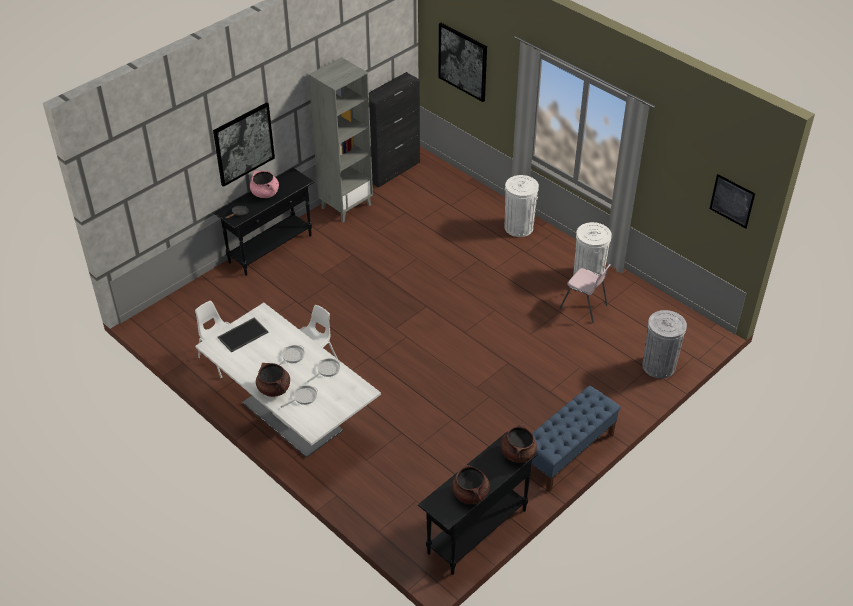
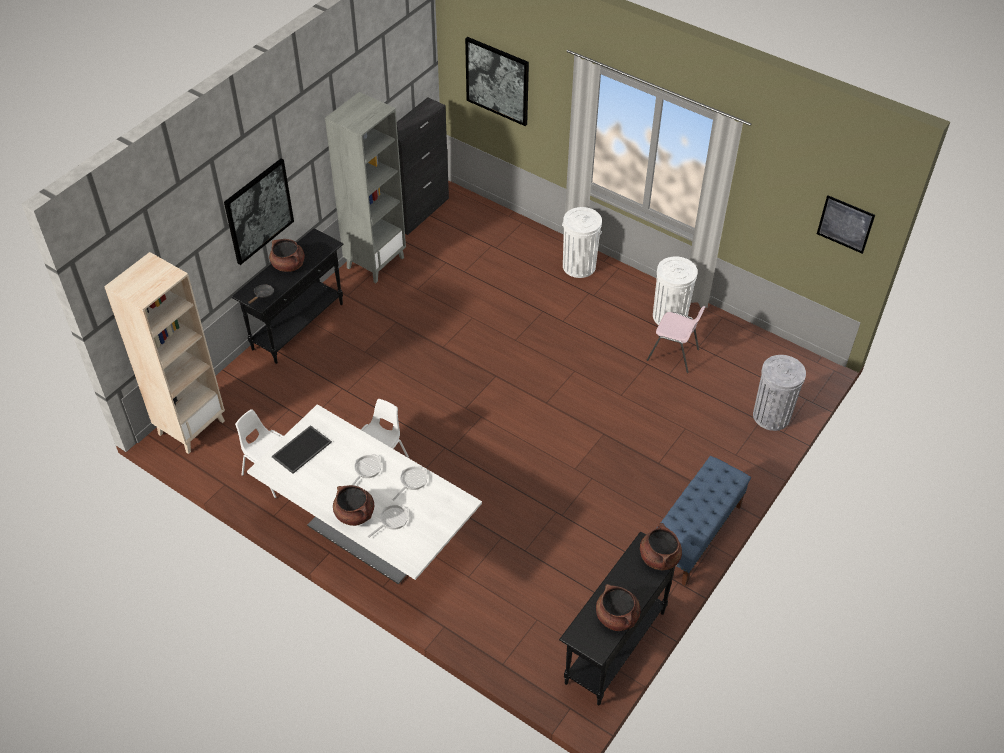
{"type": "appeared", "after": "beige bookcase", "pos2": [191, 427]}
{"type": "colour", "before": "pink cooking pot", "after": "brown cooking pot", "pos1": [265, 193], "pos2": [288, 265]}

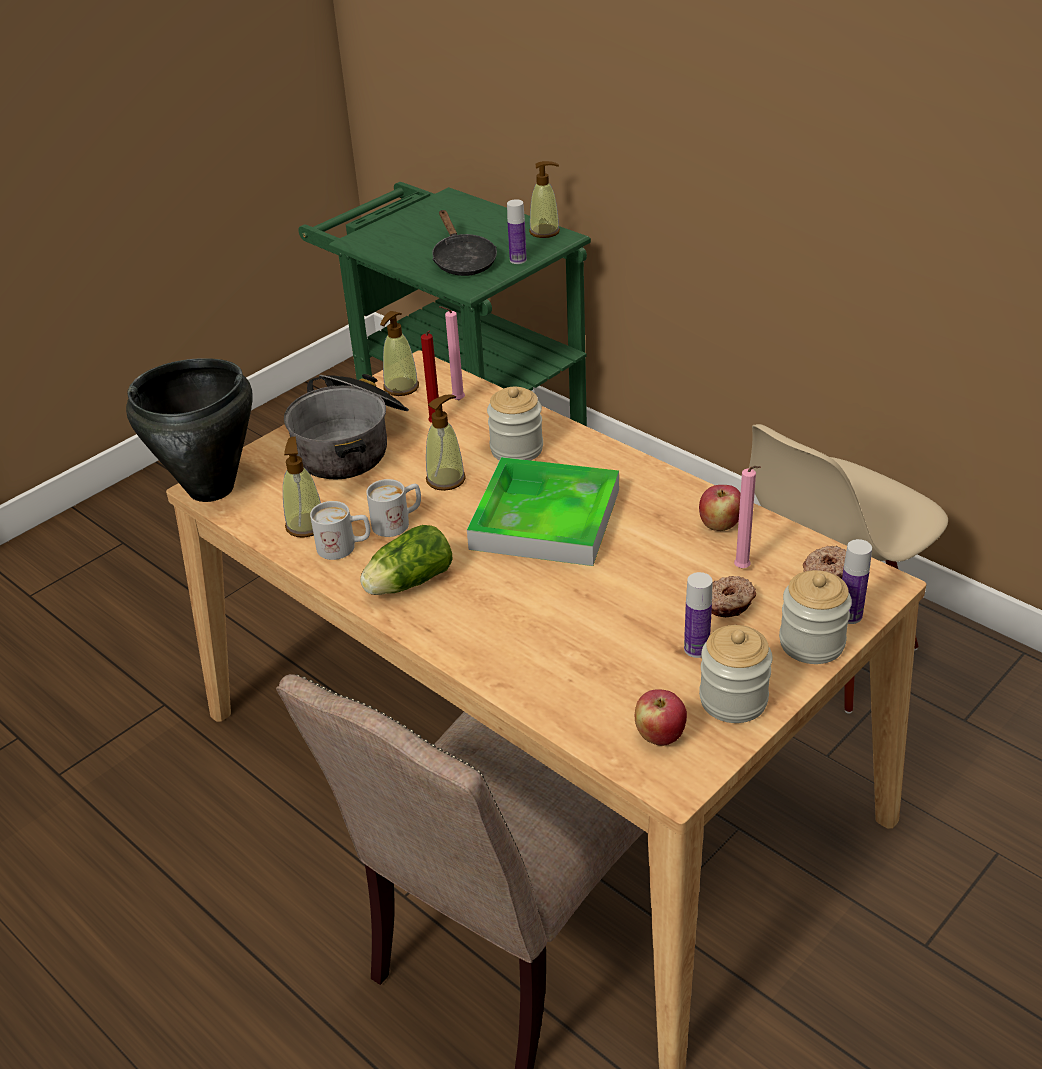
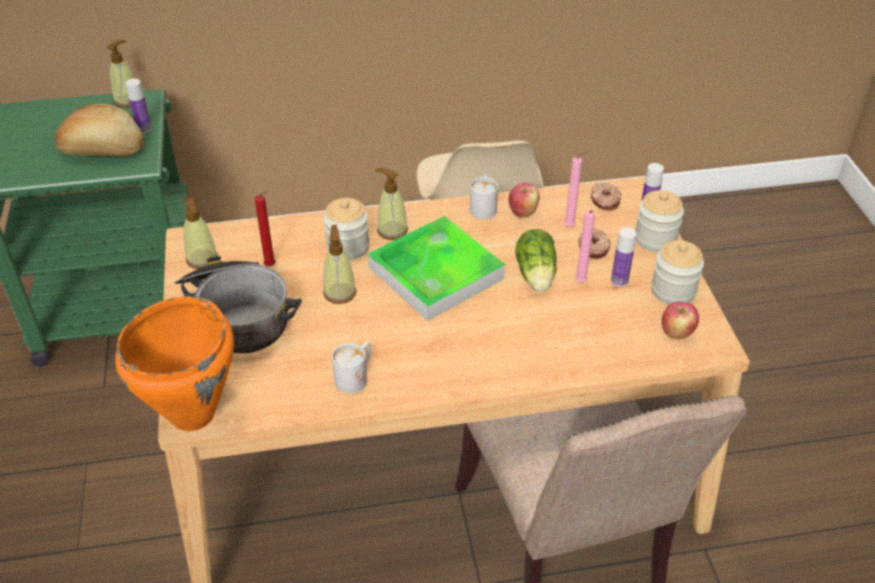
{"type": "exchanged", "before": "black frying pan", "after": "bread", "pos1": [462, 261], "pos2": [103, 150]}
{"type": "colour", "before": "black cooking pot", "after": "orange cooking pot", "pos1": [211, 489], "pos2": [194, 414]}
{"type": "relocated", "before": "soap dispenser", "pos1": [306, 525], "pos2": [392, 230]}
{"type": "relocated", "before": "white mug", "pos1": [398, 522], "pos2": [483, 207]}
{"type": "relocated", "before": "lettuce", "pos1": [406, 583], "pos2": [536, 276]}
{"type": "relocated", "before": "pink candle", "pos1": [456, 401], "pos2": [580, 283]}

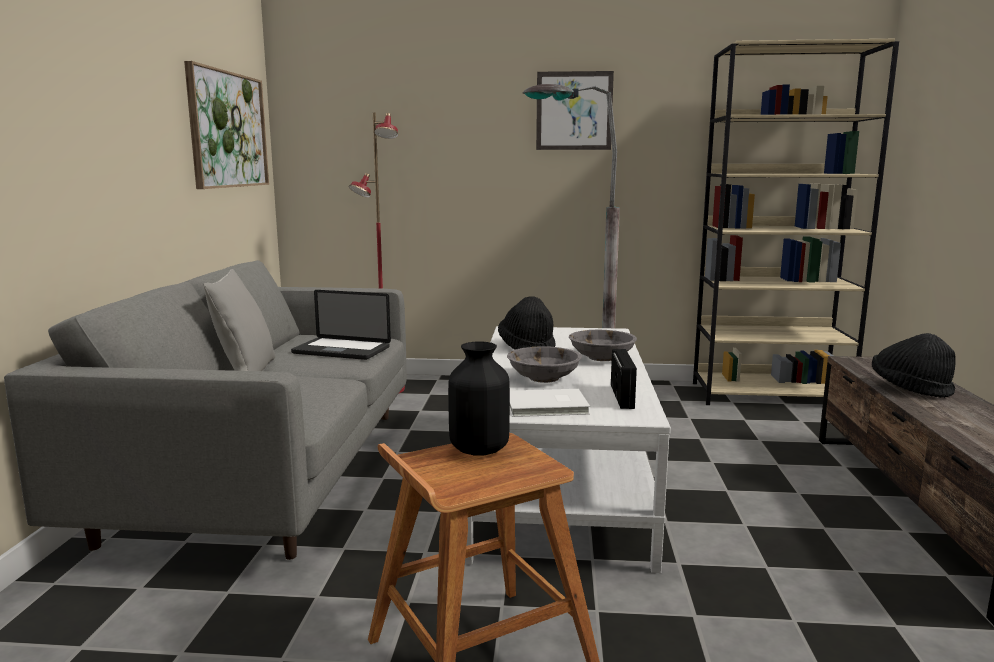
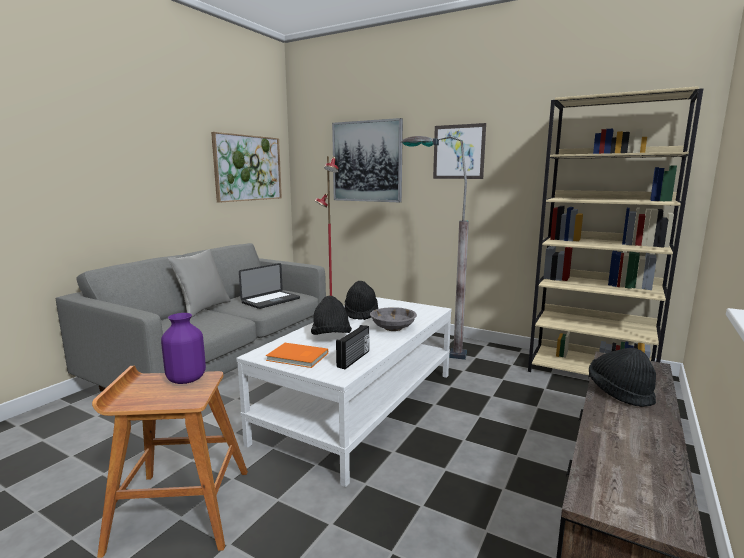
{"type": "colour", "before": "black vase", "after": "purple vase", "pos1": [478, 449], "pos2": [186, 379]}
{"type": "spun", "before": "laptop", "pos1": [341, 350], "pos2": [271, 301], "turn": -90}
{"type": "colour", "before": "white book", "after": "orange book", "pos1": [548, 406], "pos2": [297, 357]}
{"type": "exchanged", "before": "grey bowl", "after": "black hat", "pos1": [543, 378], "pos2": [331, 337]}
{"type": "appeared", "after": "picture", "pos2": [367, 161]}

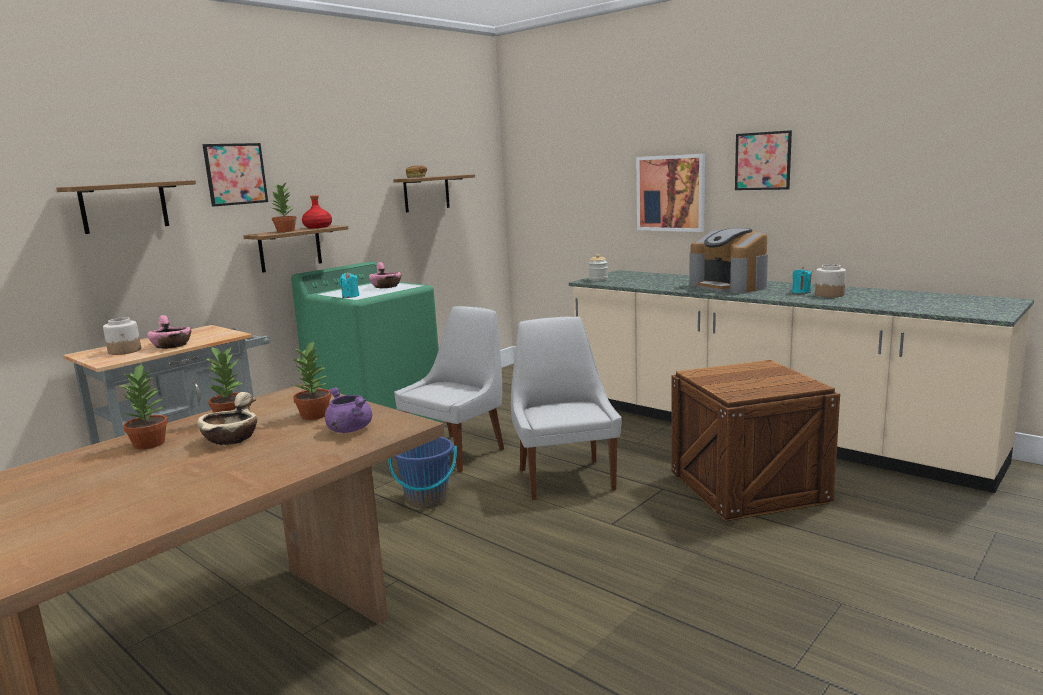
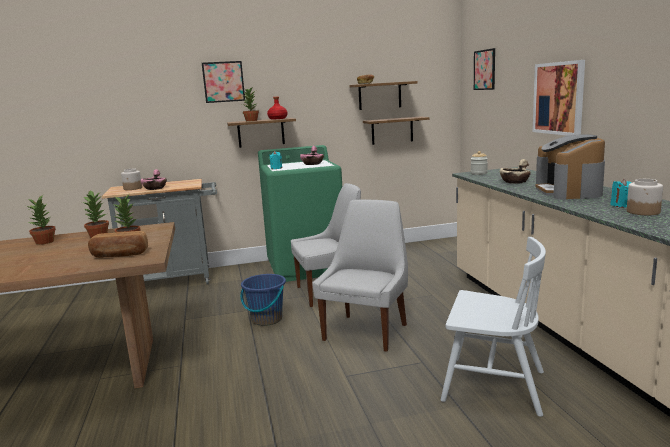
{"type": "exchanged", "before": "purple cooking pot", "after": "bread", "pos1": [349, 429], "pos2": [120, 255]}
{"type": "relocated", "before": "shelf", "pos1": [124, 207], "pos2": [392, 130]}
{"type": "exchanged", "before": "crate", "after": "white chair", "pos1": [748, 488], "pos2": [492, 385]}
{"type": "relocated", "before": "picture", "pos1": [762, 161], "pos2": [484, 70]}
{"type": "relocated", "before": "beige bowl", "pos1": [231, 438], "pos2": [515, 182]}

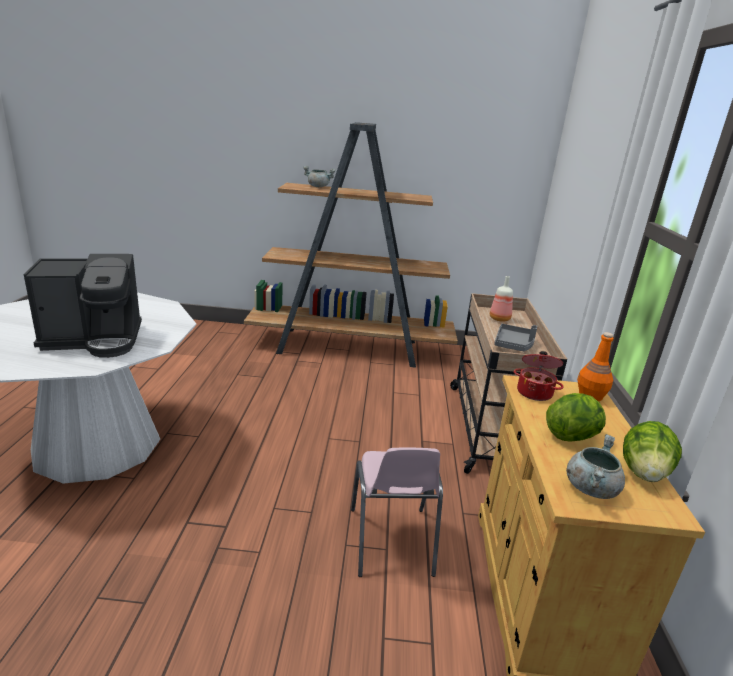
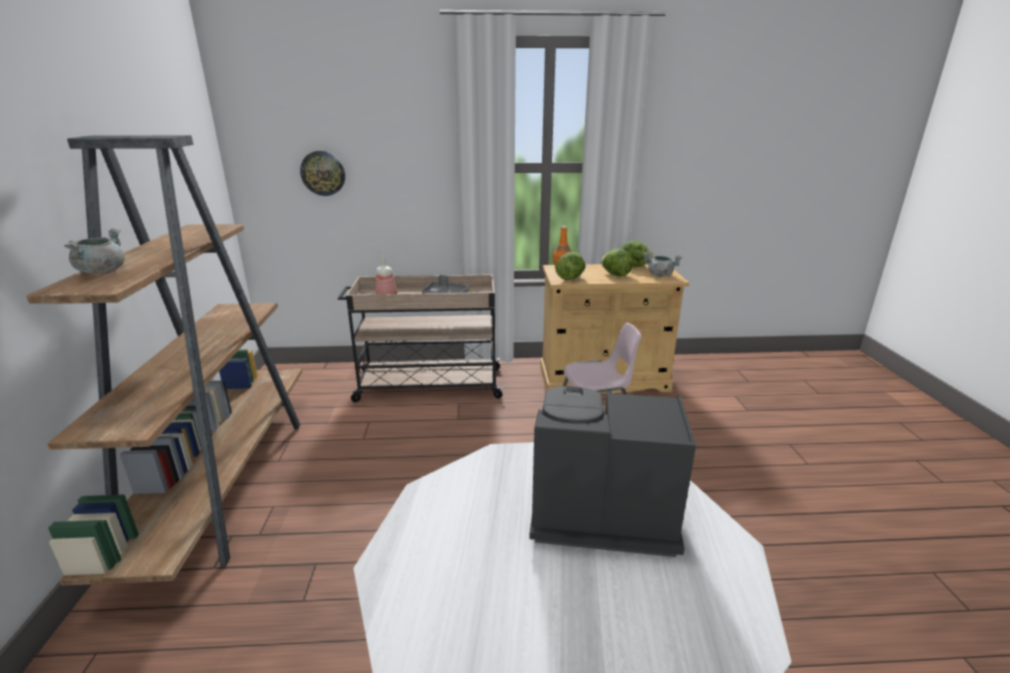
{"type": "appeared", "after": "wall clock", "pos2": [323, 173]}
{"type": "spun", "before": "coffee machine", "pos1": [95, 340], "pos2": [597, 513], "turn": -60}
{"type": "exchanged", "before": "cooking pot", "after": "lettuce", "pos1": [535, 392], "pos2": [570, 278]}

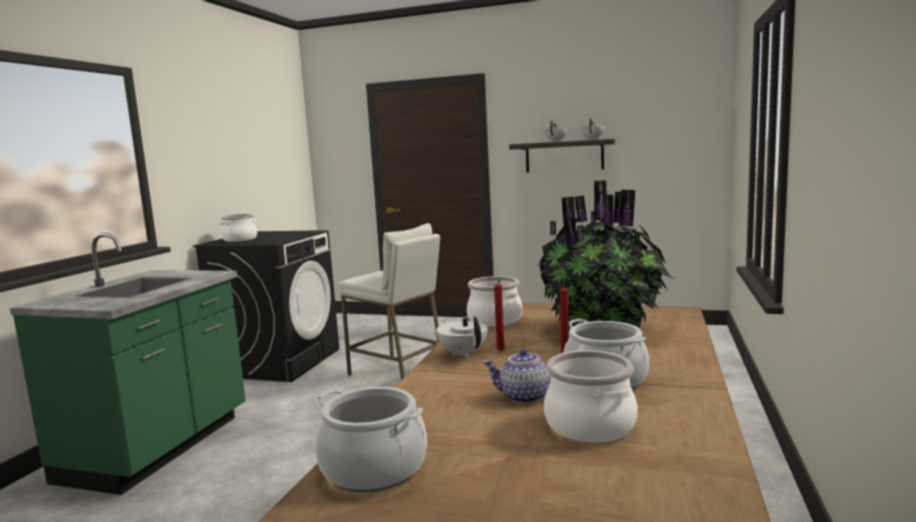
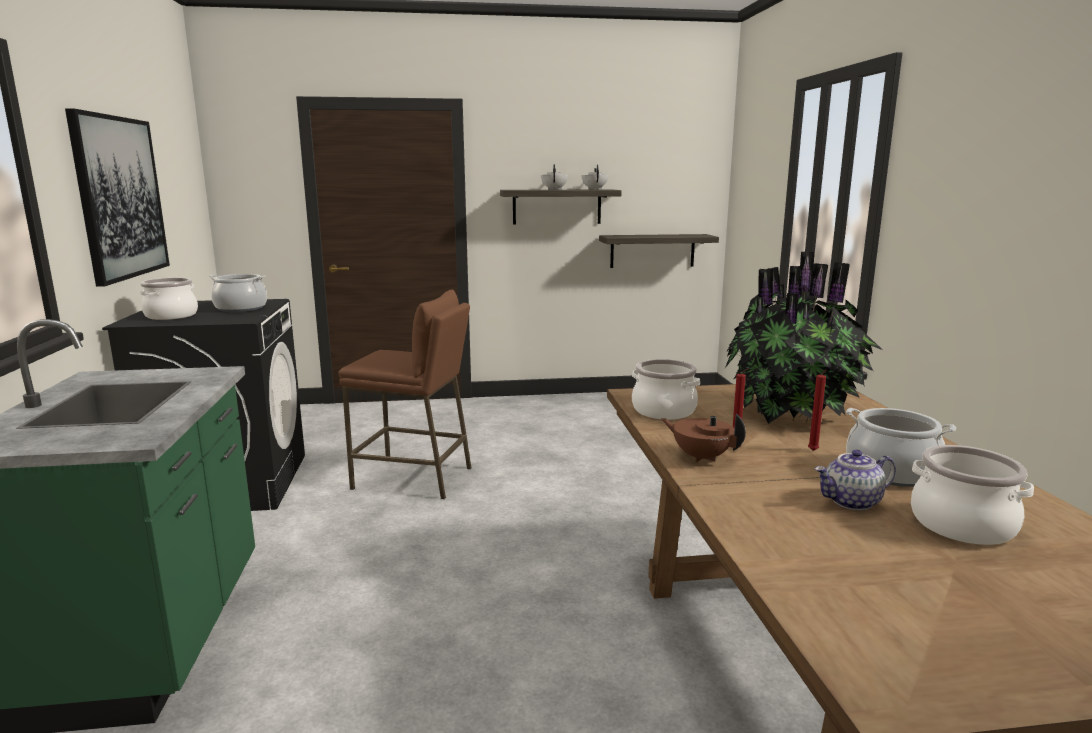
{"type": "appeared", "after": "picture", "pos2": [120, 197]}
{"type": "relocated", "before": "cooking pot", "pos1": [374, 468], "pos2": [241, 308]}
{"type": "colour", "before": "white stool", "after": "brown stool", "pos1": [397, 372], "pos2": [414, 478]}
{"type": "appeared", "after": "shelf", "pos2": [652, 251]}
{"type": "colour", "before": "white teapot", "after": "brown teapot", "pos1": [463, 353], "pos2": [701, 457]}

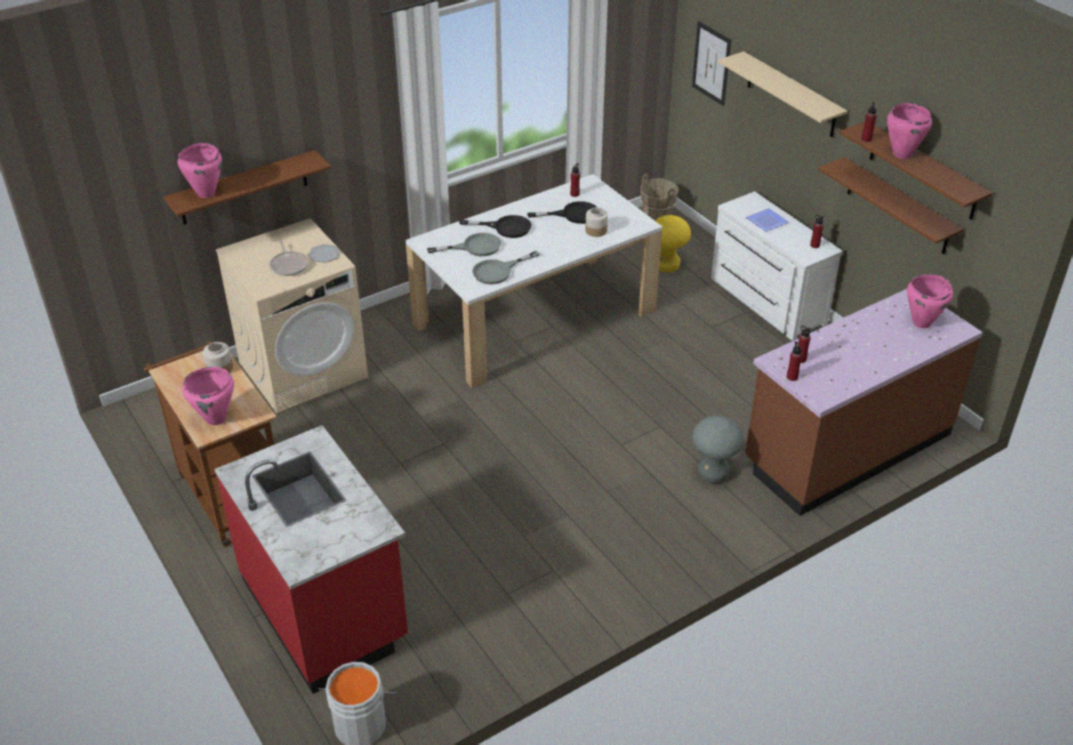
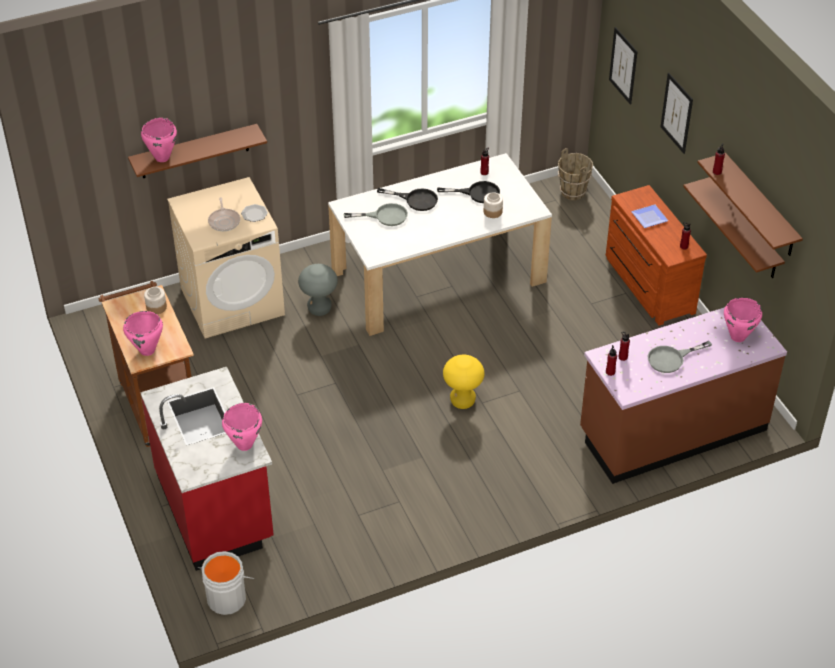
{"type": "relocated", "before": "pink cooking pot", "pos1": [901, 154], "pos2": [244, 445]}
{"type": "relocated", "before": "grey stool", "pos1": [713, 474], "pos2": [319, 309]}
{"type": "relocated", "before": "yellow stool", "pos1": [667, 267], "pos2": [462, 401]}
{"type": "colour", "before": "white dresser", "after": "brown dresser", "pos1": [765, 302], "pos2": [647, 284]}
{"type": "relocated", "before": "grey frying pan", "pos1": [498, 271], "pos2": [671, 359]}
{"type": "exchanged", "before": "beige shelf", "after": "picture", "pos1": [791, 95], "pos2": [677, 113]}

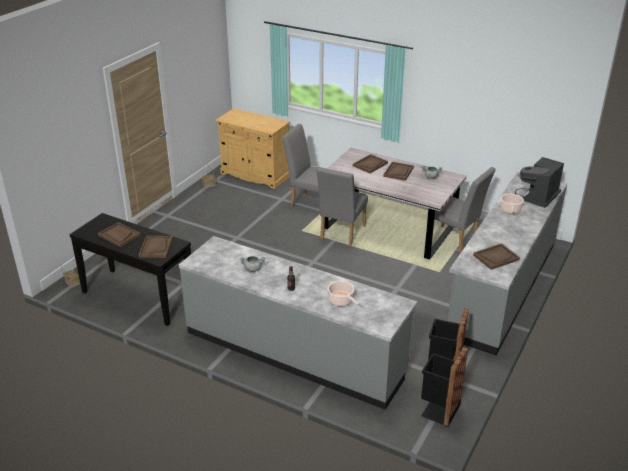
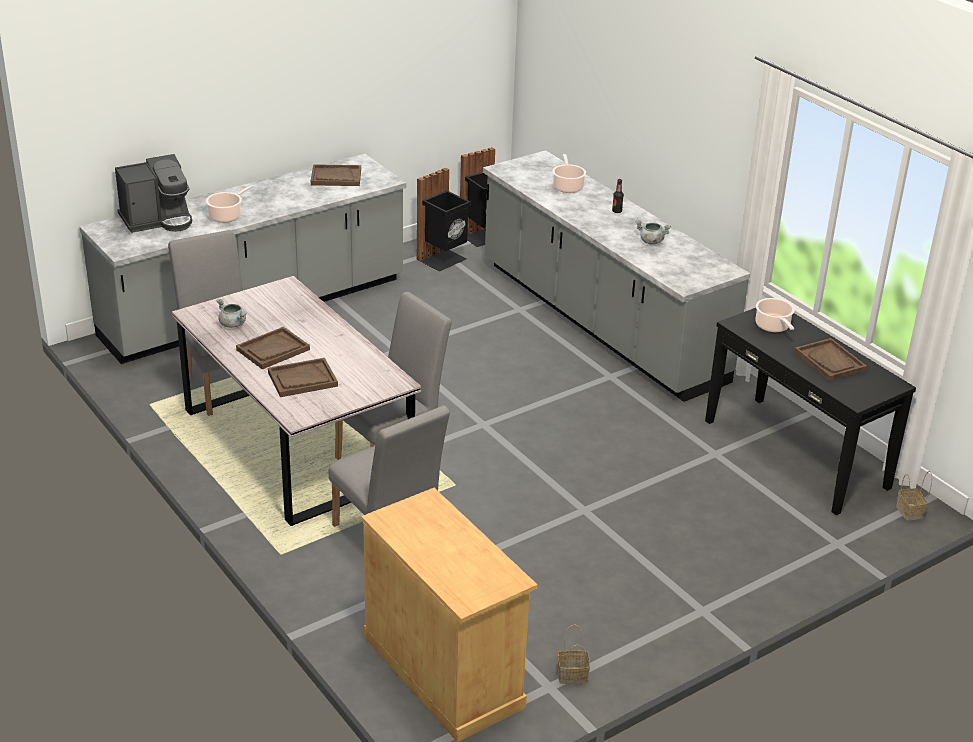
{"type": "exchanged", "before": "brown tray", "after": "cooking pot", "pos1": [156, 247], "pos2": [773, 327]}

